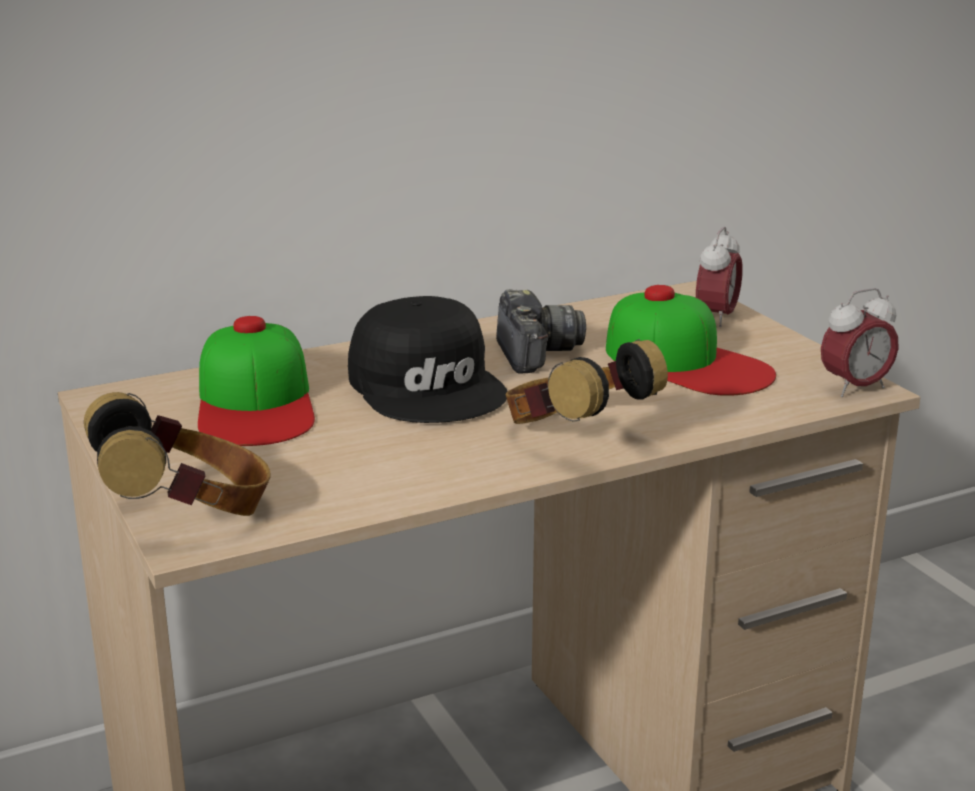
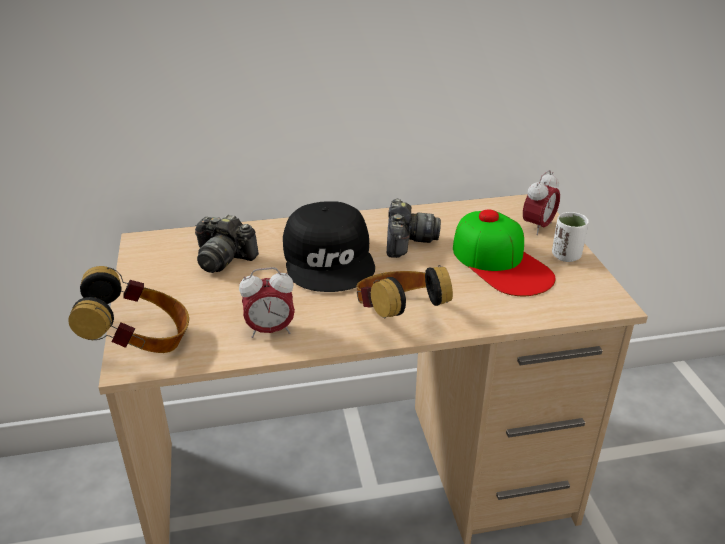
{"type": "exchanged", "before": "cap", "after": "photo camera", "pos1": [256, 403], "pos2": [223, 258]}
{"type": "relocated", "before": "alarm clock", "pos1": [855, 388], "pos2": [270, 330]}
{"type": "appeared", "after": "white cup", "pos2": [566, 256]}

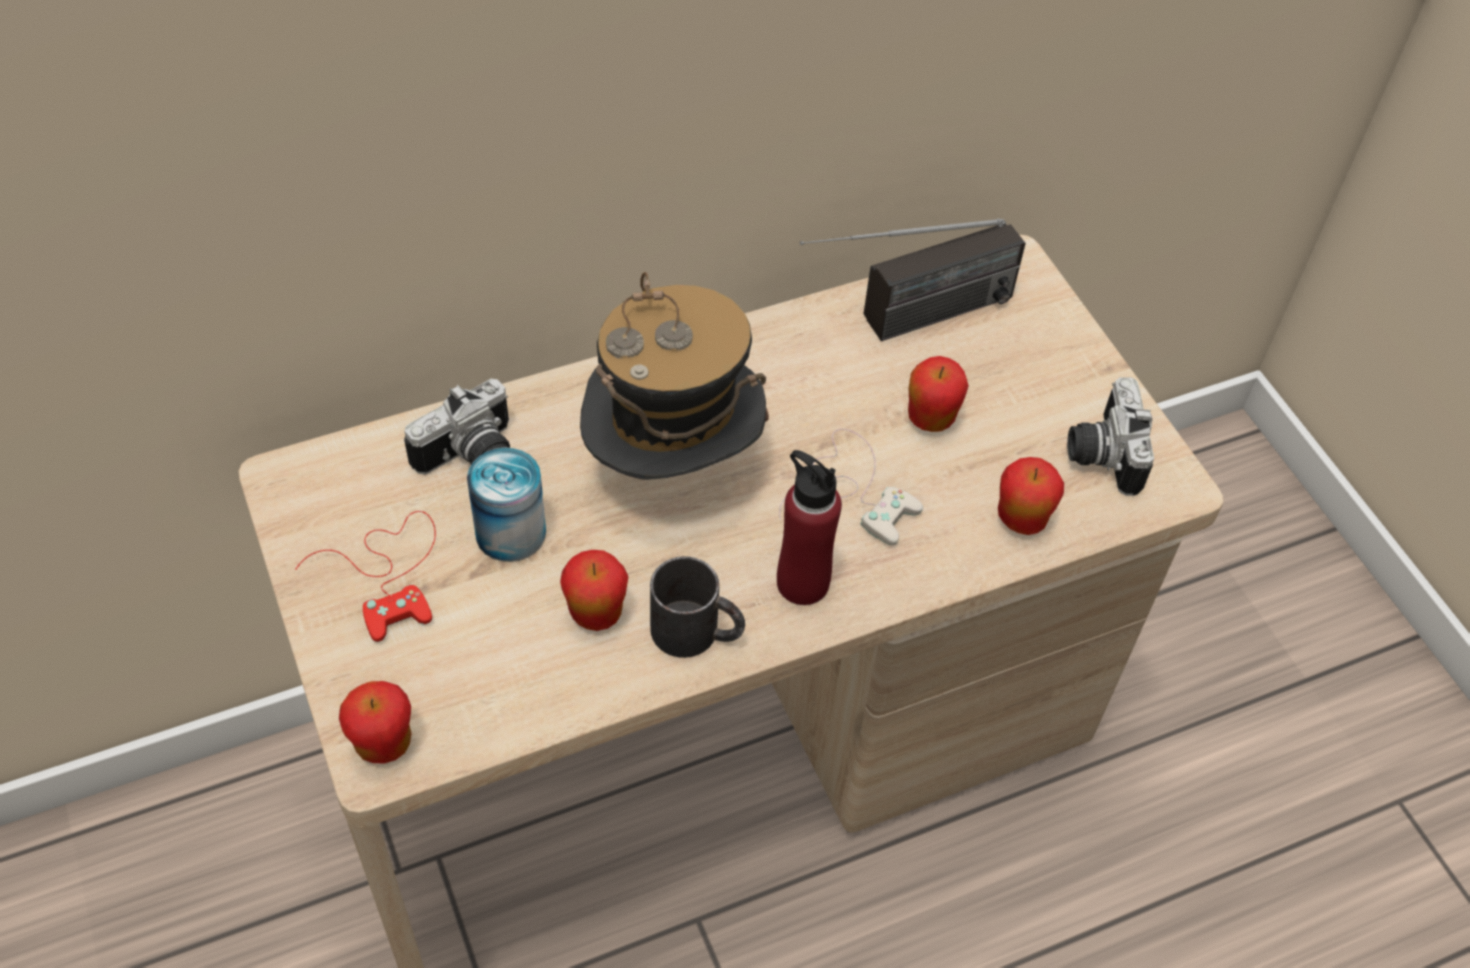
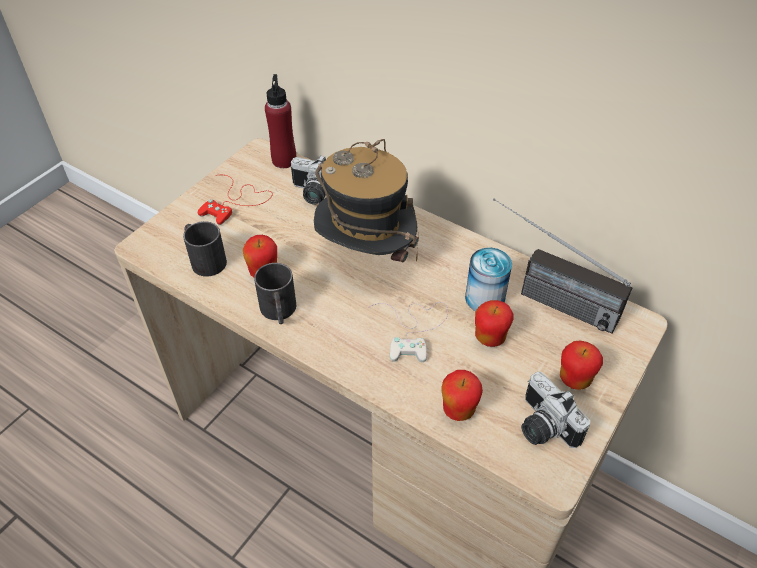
{"type": "appeared", "after": "black mug", "pos2": [204, 259]}
{"type": "relocated", "before": "red bottle", "pos1": [802, 582], "pos2": [284, 160]}
{"type": "relocated", "before": "can", "pos1": [510, 532], "pos2": [485, 298]}
{"type": "spun", "before": "photo camera", "pos1": [1100, 453], "pos2": [541, 427], "turn": -90}
{"type": "relocated", "before": "apple", "pos1": [384, 744], "pos2": [574, 380]}

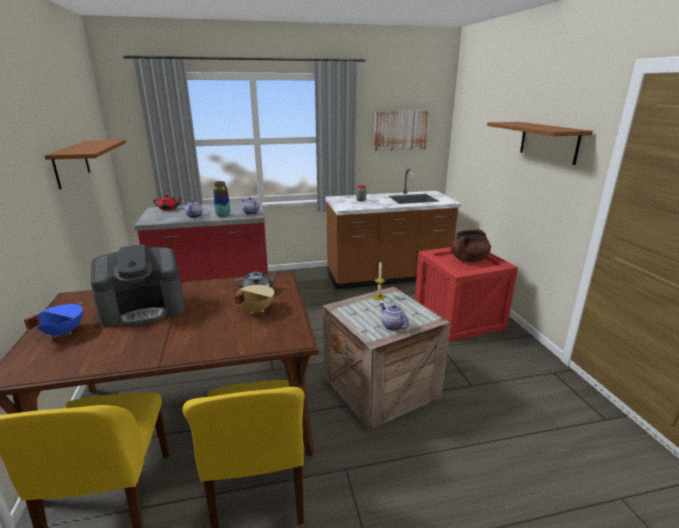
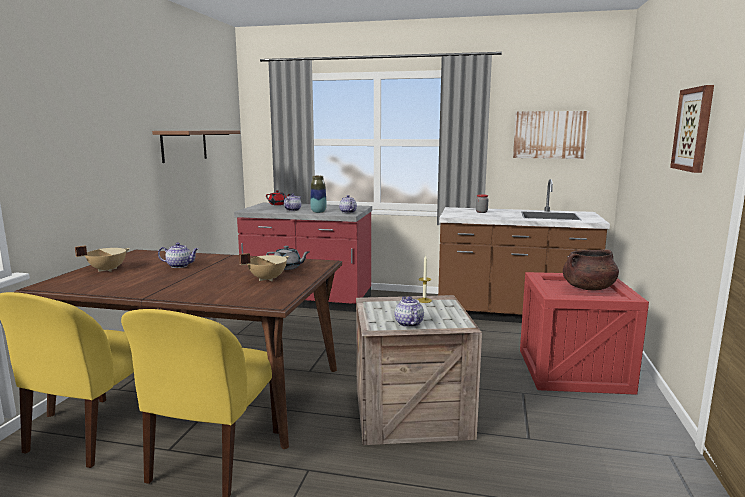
{"type": "colour", "before": "blue cooking pot", "after": "beige cooking pot", "pos1": [62, 332], "pos2": [107, 270]}
{"type": "exchanged", "before": "coffee machine", "after": "teapot", "pos1": [144, 309], "pos2": [180, 266]}
{"type": "exchanged", "before": "brown shelf", "after": "picture", "pos1": [548, 142], "pos2": [694, 129]}

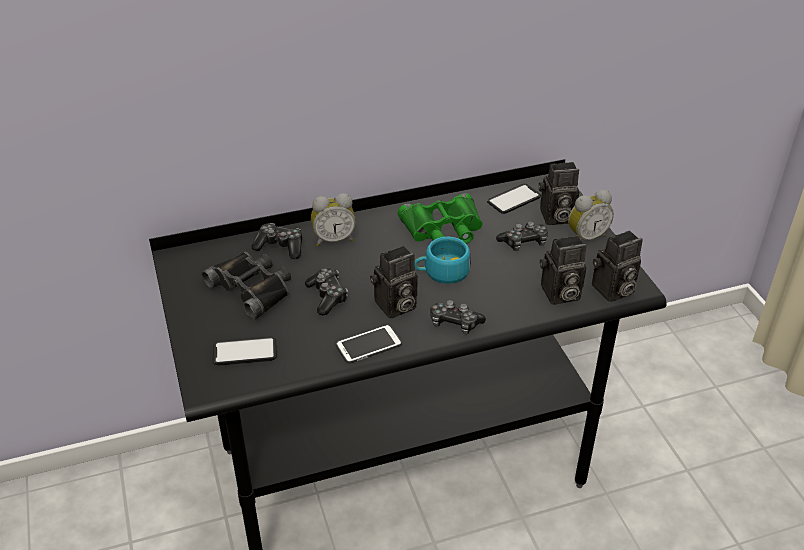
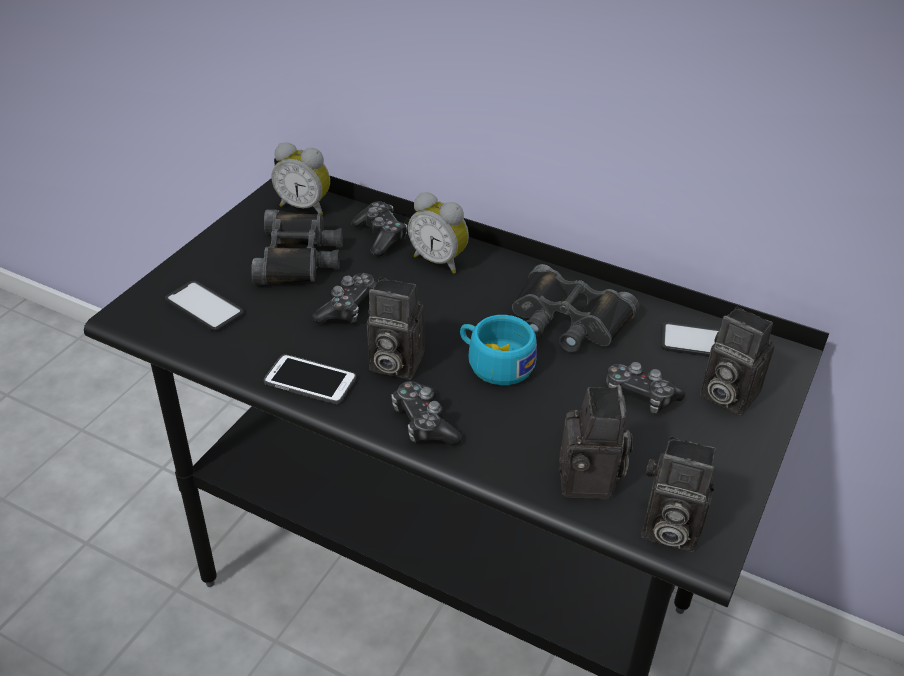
{"type": "relocated", "before": "alarm clock", "pos1": [585, 237], "pos2": [305, 206]}
{"type": "colour", "before": "green binoculars", "after": "black binoculars", "pos1": [443, 228], "pos2": [567, 321]}
{"type": "spun", "before": "photo camera", "pos1": [559, 294], "pos2": [590, 482], "turn": -120}

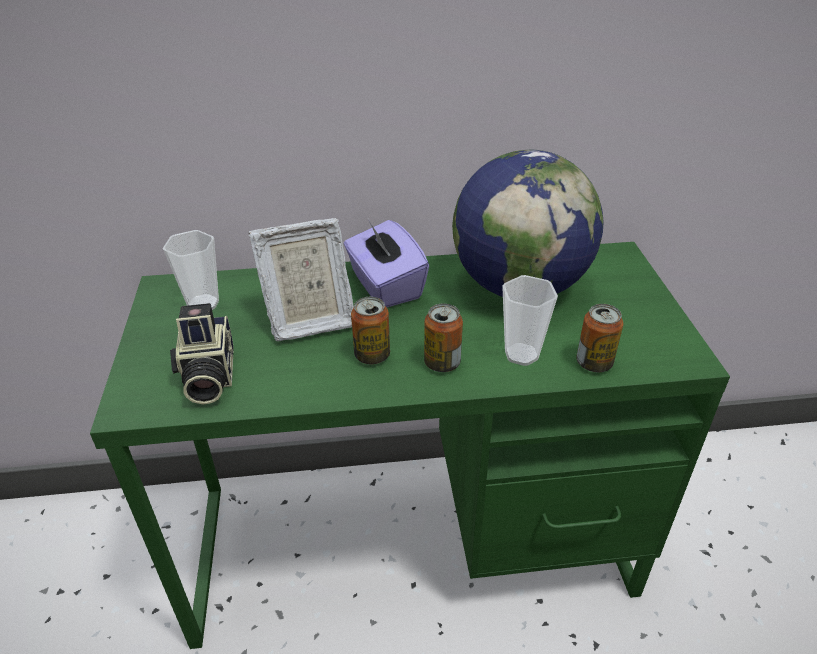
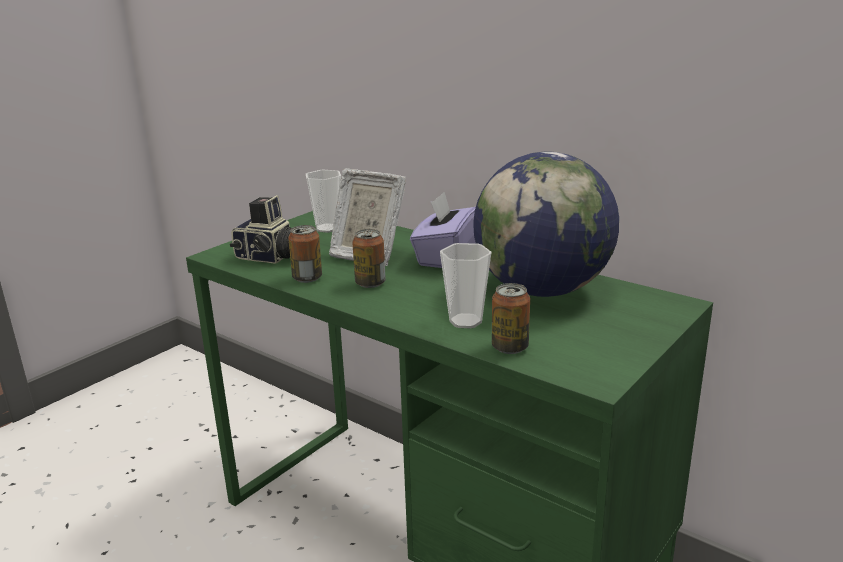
{"type": "spun", "before": "photo camera", "pos1": [207, 377], "pos2": [270, 257], "turn": -105}
{"type": "relocated", "before": "can", "pos1": [442, 363], "pos2": [307, 278]}

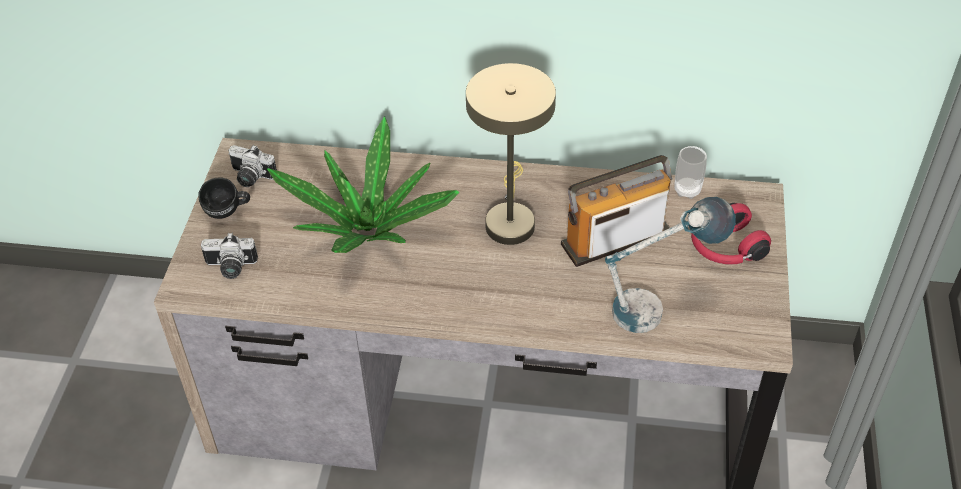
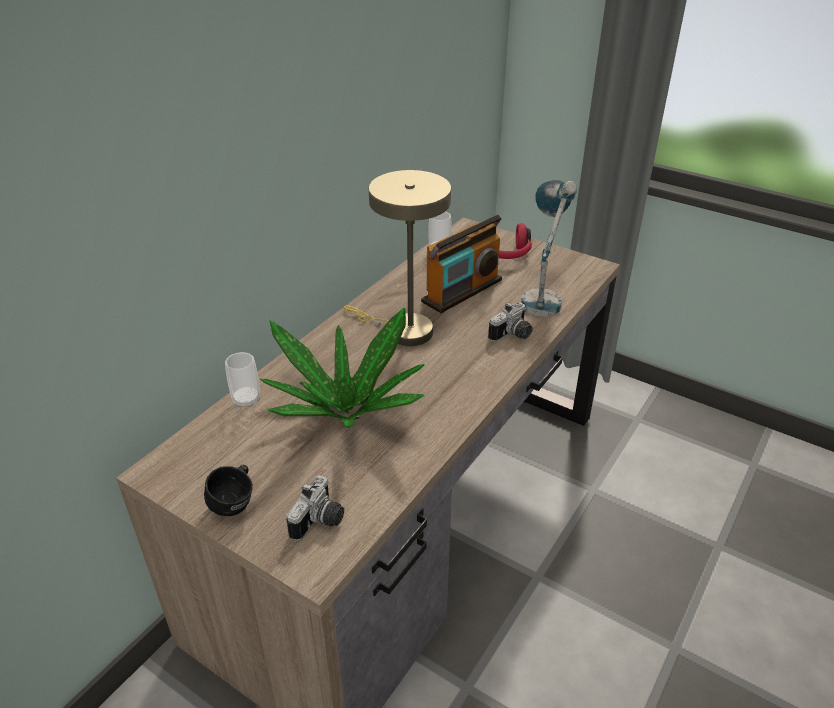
{"type": "appeared", "after": "cup", "pos2": [246, 400]}
{"type": "spun", "before": "radio", "pos1": [615, 238], "pos2": [462, 291], "turn": -135}
{"type": "relocated", "before": "photo camera", "pos1": [250, 178], "pos2": [512, 335]}

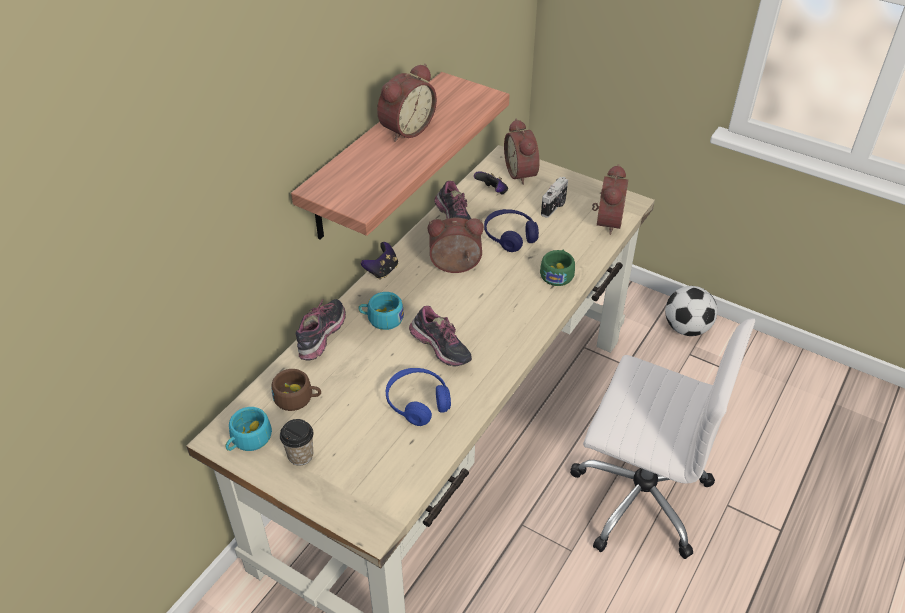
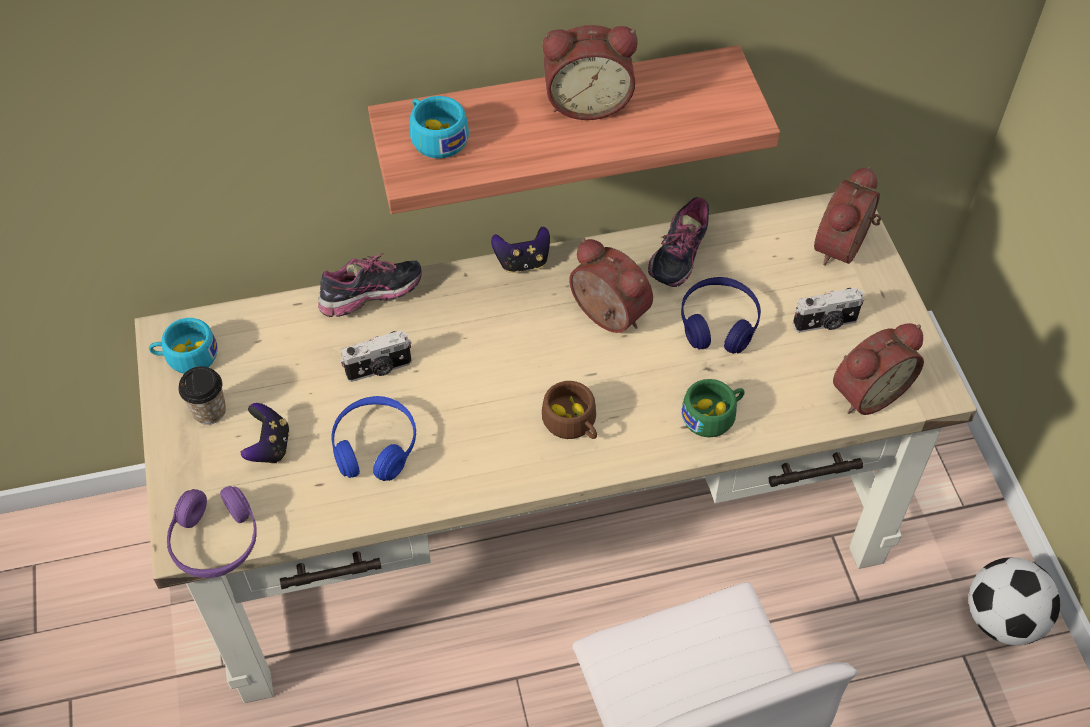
{"type": "appeared", "after": "purple headphones", "pos2": [216, 541]}
{"type": "relocated", "before": "game controller", "pos1": [492, 192], "pos2": [269, 446]}
{"type": "appeared", "after": "photo camera", "pos2": [379, 369]}
{"type": "relocated", "before": "turquoise cup", "pos1": [381, 318], "pos2": [435, 137]}
{"type": "relocated", "before": "brown cup", "pos1": [298, 398], "pos2": [573, 424]}
{"type": "missing", "before": "shoe", "pos1": [440, 350]}

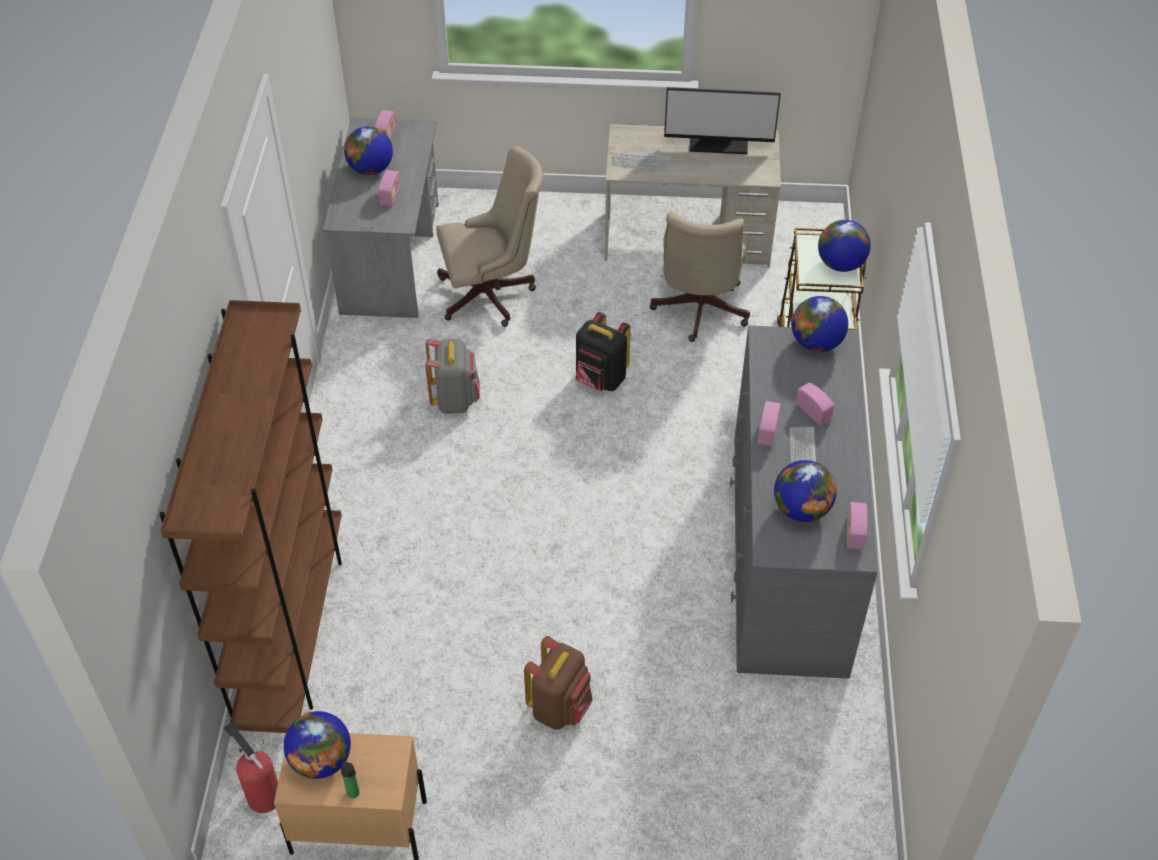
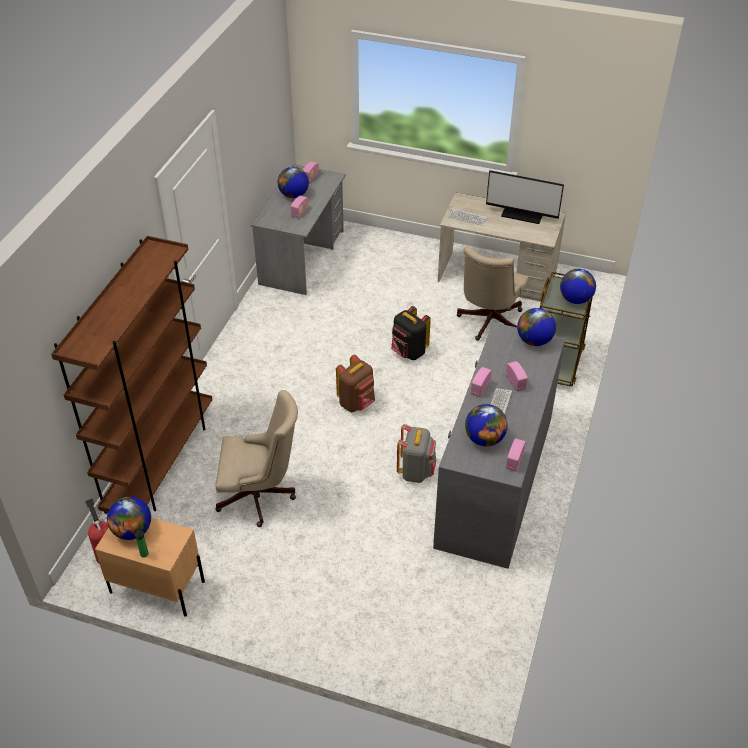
{"type": "relocated", "before": "beige office chair", "pos1": [492, 295], "pos2": [260, 496]}
{"type": "relocated", "before": "brown backpack", "pos1": [560, 707], "pos2": [357, 403]}
{"type": "relocated", "before": "grey backpack", "pos1": [455, 399], "pos2": [416, 471]}

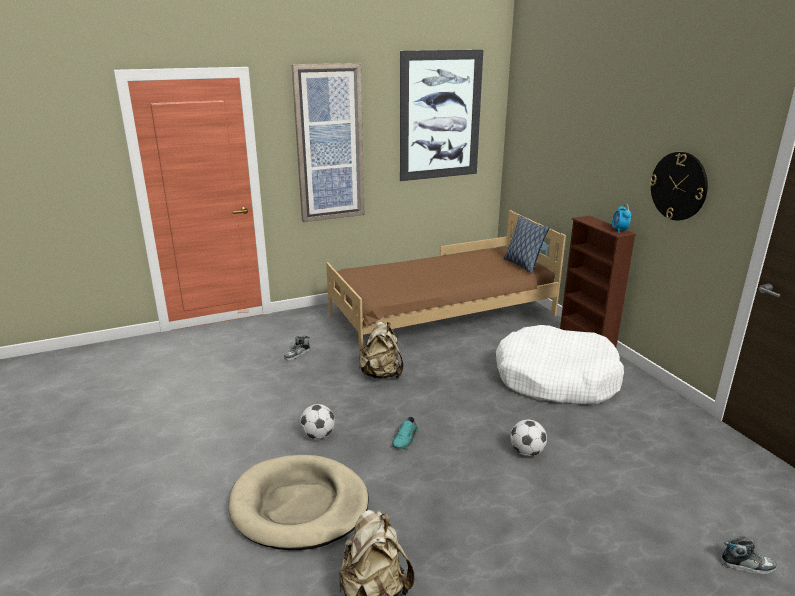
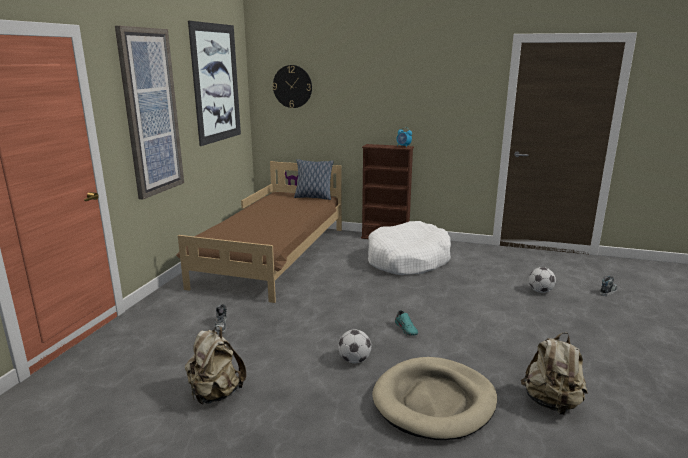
{"type": "relocated", "before": "beige backpack", "pos1": [381, 374], "pos2": [215, 394]}
{"type": "relocated", "before": "wall clock", "pos1": [678, 186], "pos2": [292, 86]}
{"type": "relocated", "before": "football", "pos1": [527, 452], "pos2": [540, 291]}

